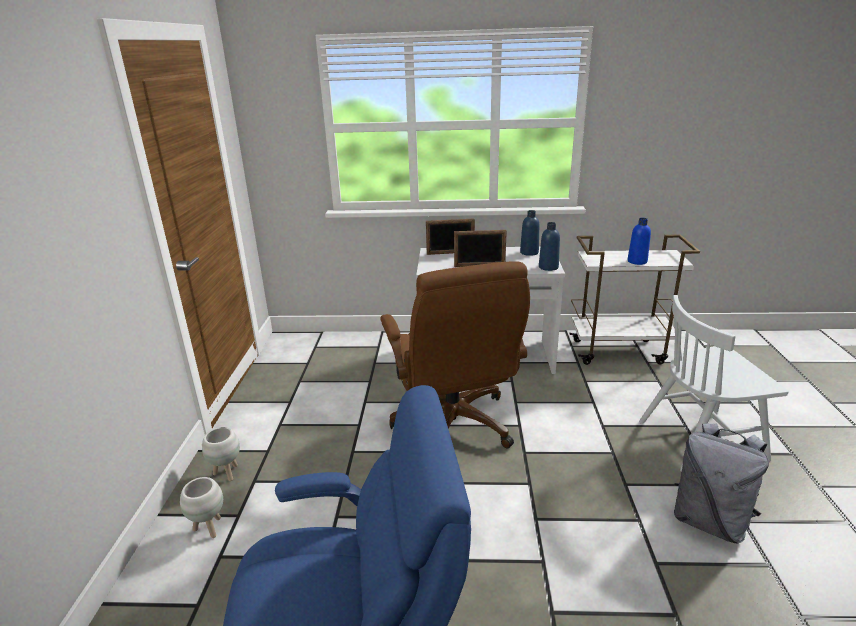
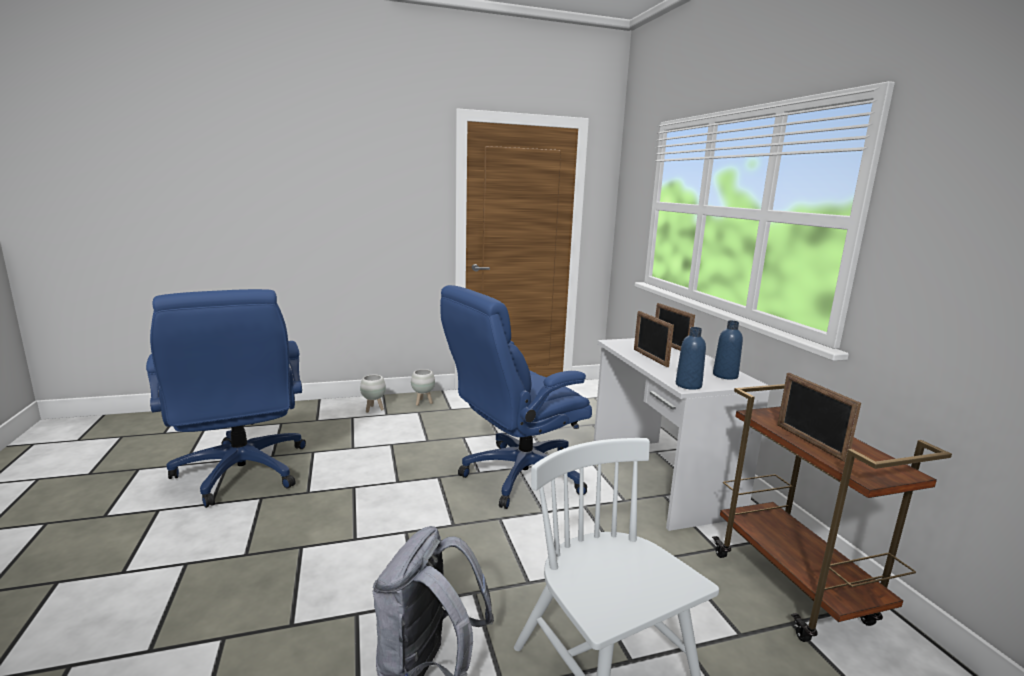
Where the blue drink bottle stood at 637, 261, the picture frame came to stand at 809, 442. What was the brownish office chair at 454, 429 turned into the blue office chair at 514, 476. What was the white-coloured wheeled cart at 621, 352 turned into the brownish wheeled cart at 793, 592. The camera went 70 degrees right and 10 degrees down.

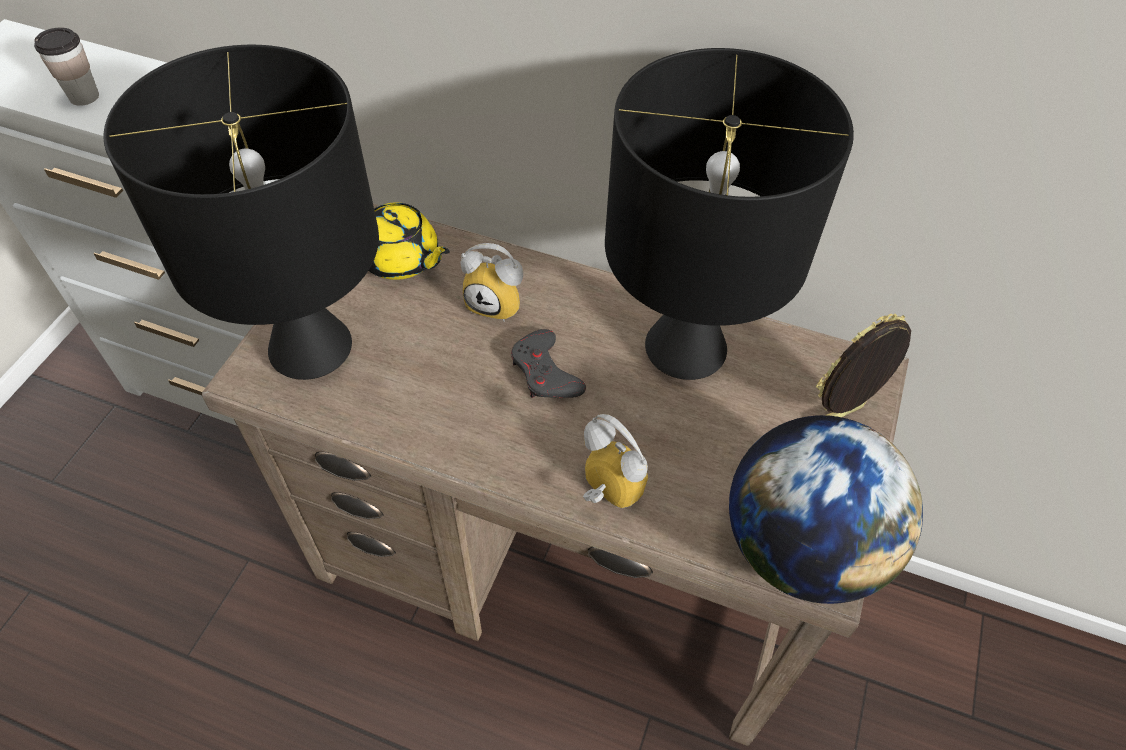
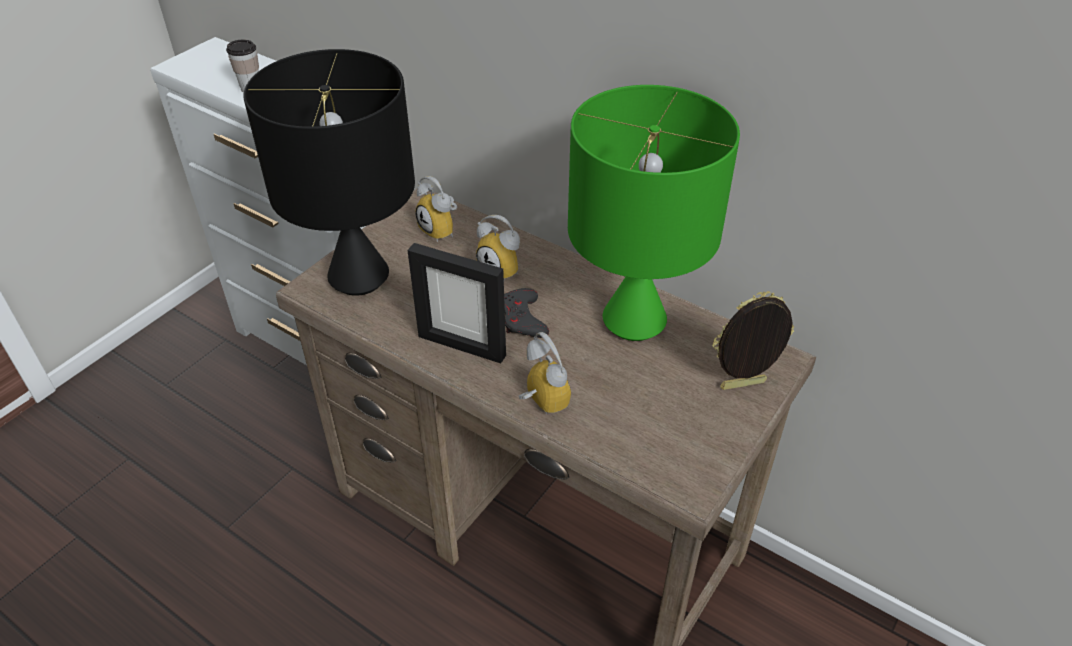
The second view lost the globe at 800, 547. The second view gained the picture frame at 462, 344. Where the yellow tea pot stood at 401, 260, the bedside clock came to stand at 442, 230. What was the black-coloured table lamp at 684, 353 turned into the green-coloured table lamp at 634, 323. The camera went 15 degrees right and 10 degrees down.

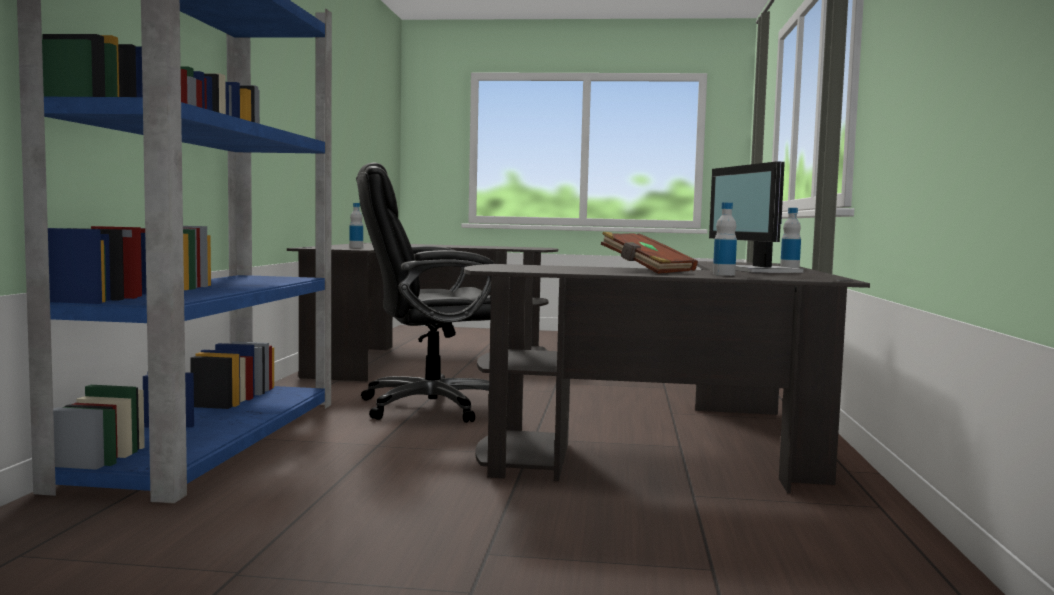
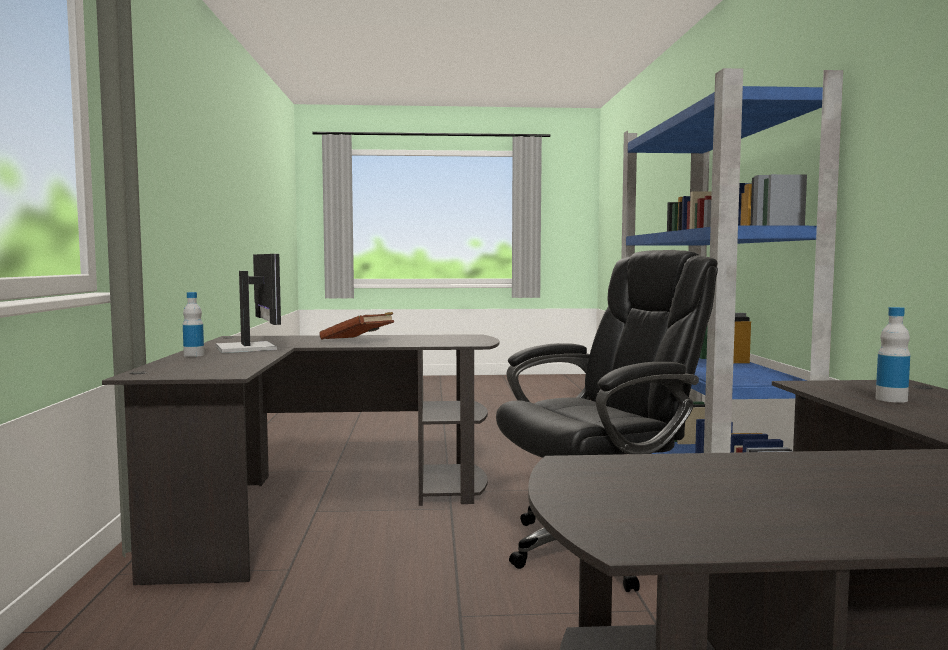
The second view lost the drink bottle at 724, 274. The camera went 170 degrees right and 0 degrees up.

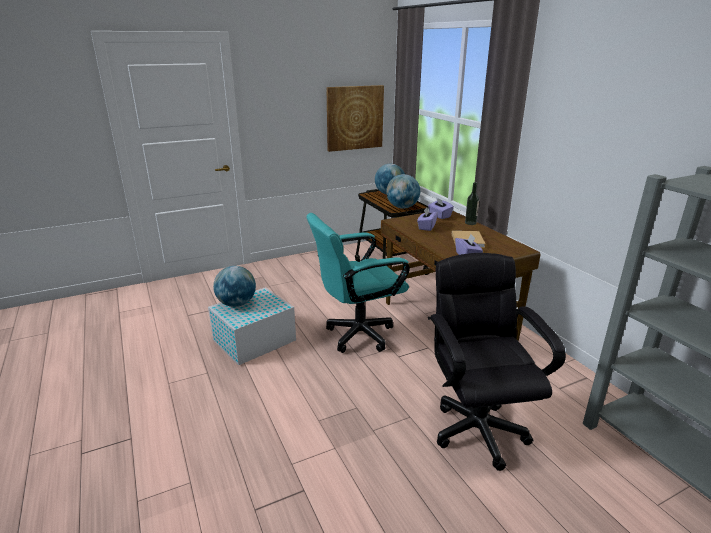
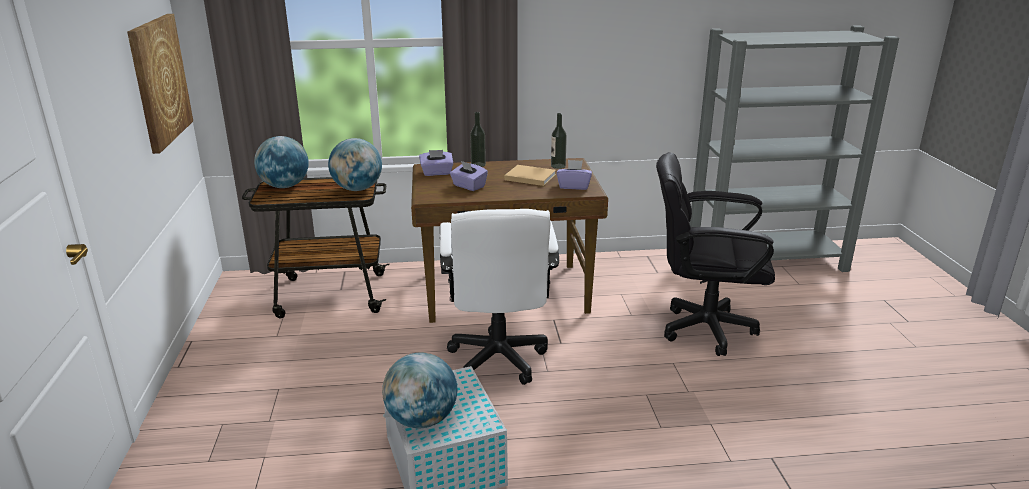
The second view gained the drink bottle at 558, 166. What was the blue-green office chair at 356, 337 turned into the white-coloured office chair at 499, 364. The camera went 70 degrees left and 0 degrees up.

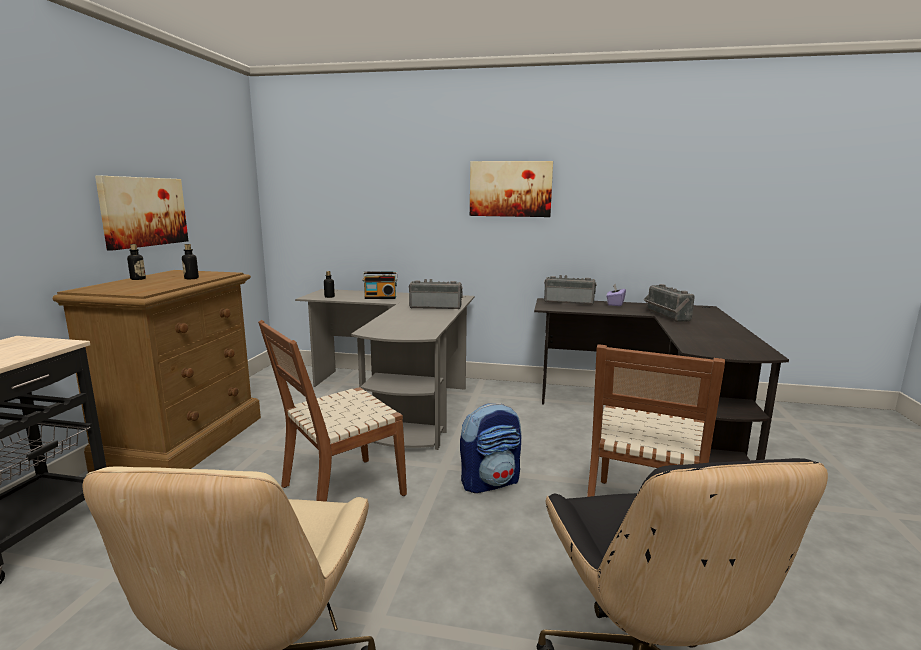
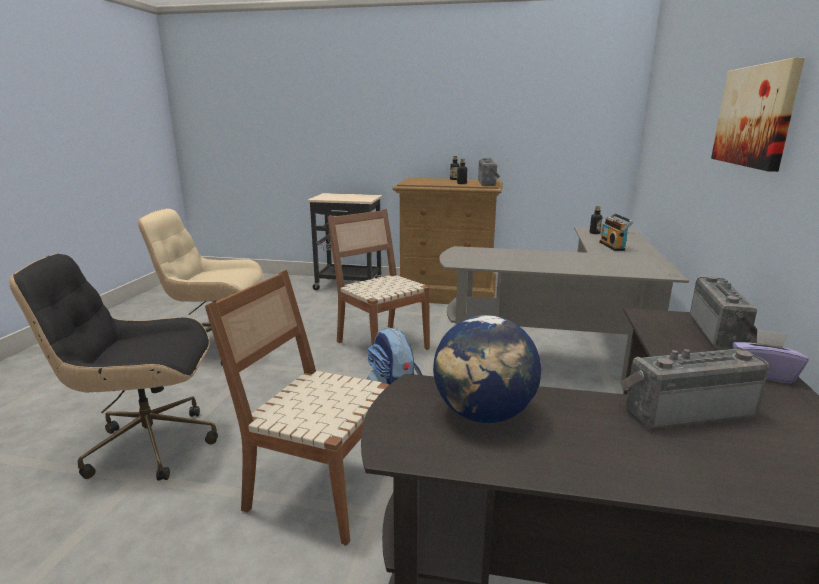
The second view lost the wall art at 144, 211. The second view gained the globe at 484, 414. The radio ended up elsewhere, having gone from 436, 307 to 489, 183. The camera went 90 degrees right and 5 degrees up.

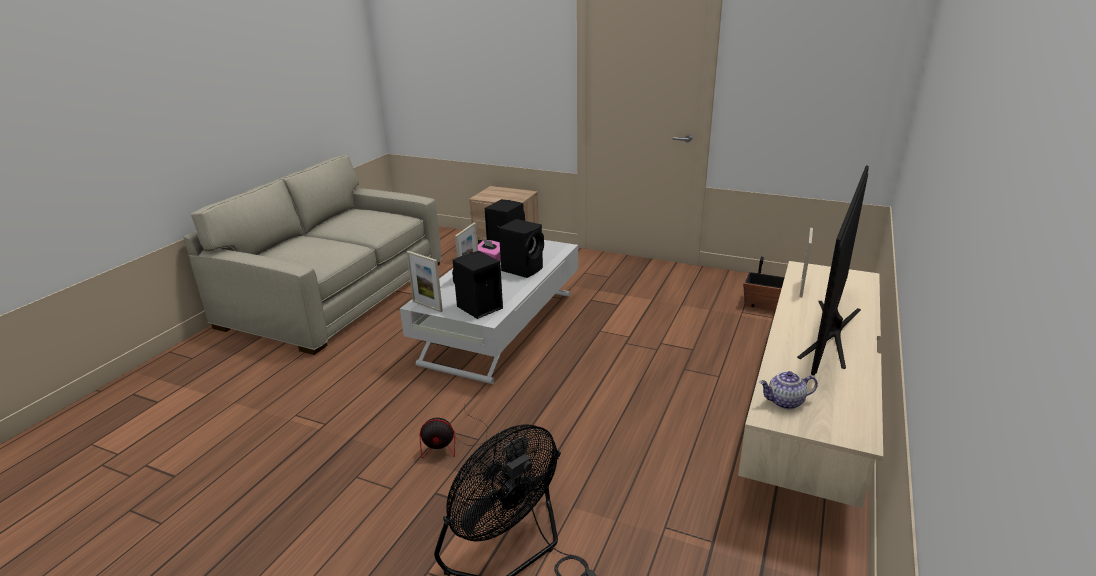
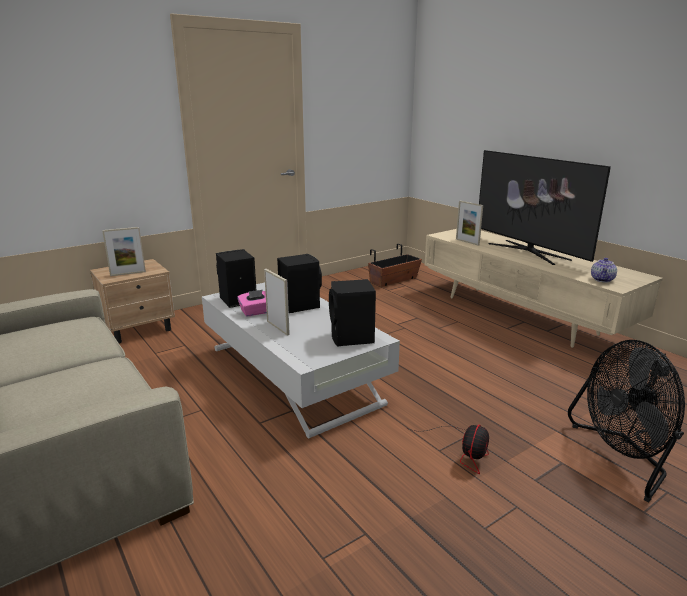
The picture frame ended up elsewhere, having gone from 427, 306 to 128, 273. The camera went 60 degrees left and 5 degrees down.

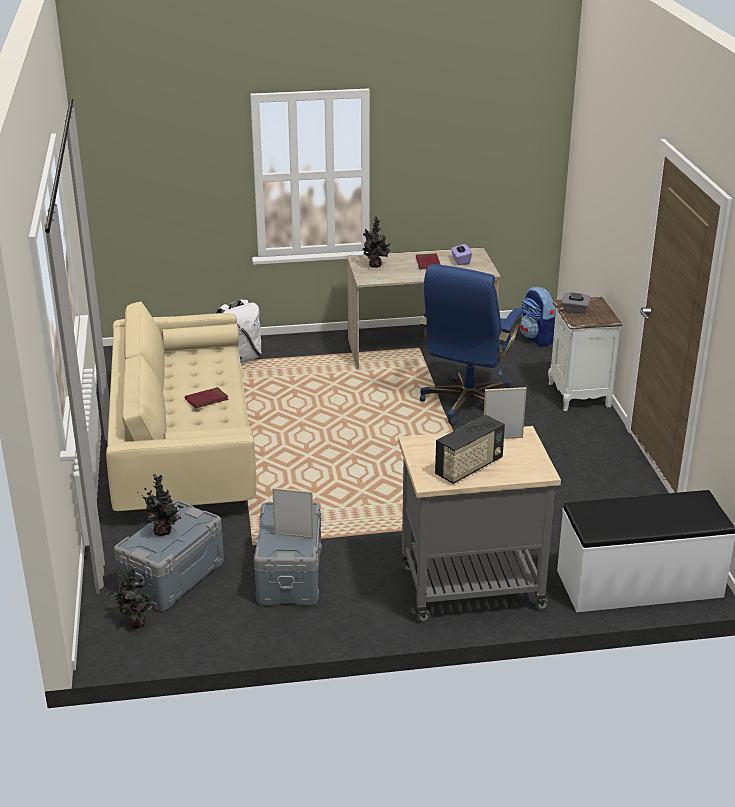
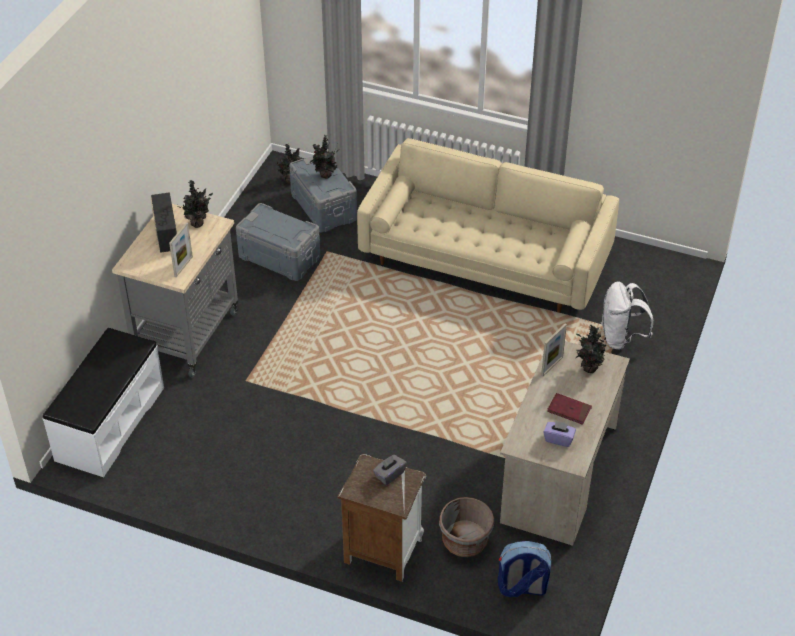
The second view lost the red-coloured book at 206, 400. The second view lost the blue office chair at 468, 402. The second view gained the plant in a pot at 198, 222. The second view gained the greyish flower pot at 465, 541. The picture frame ended up elsewhere, having gone from 294, 535 to 552, 366. The camera went 120 degrees right and 15 degrees up.

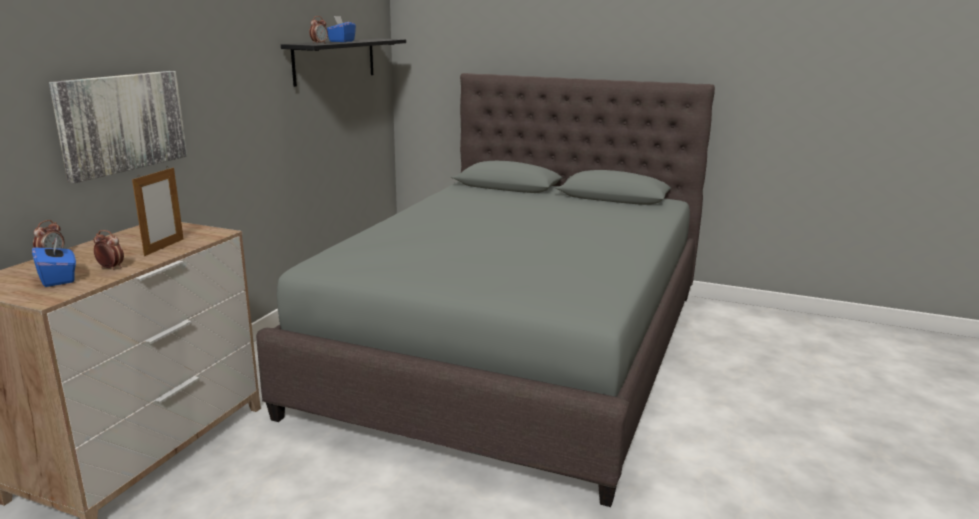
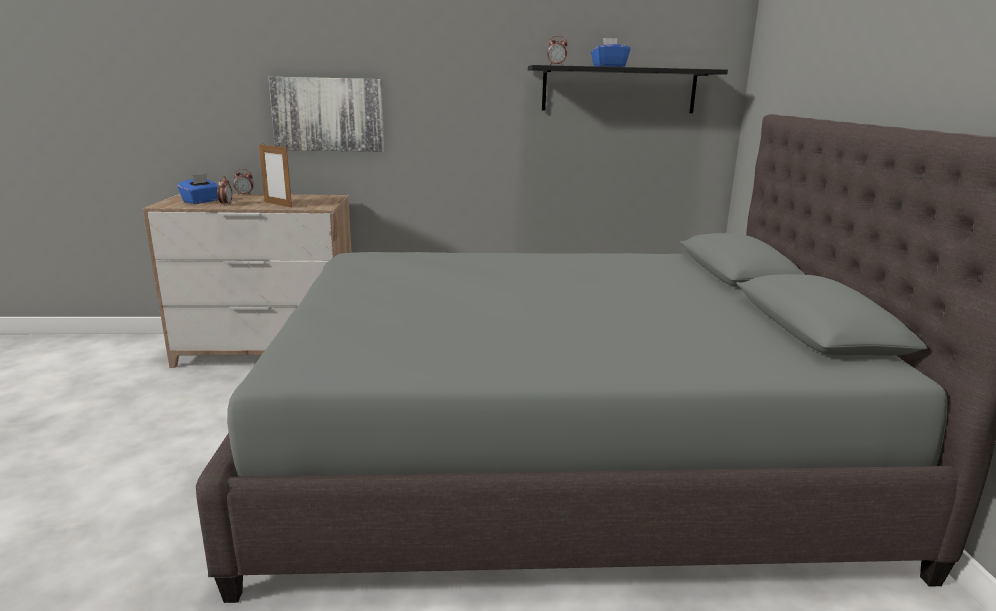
The picture frame at 164, 247 ended up facing another way, 45 degrees clockwise from before. The camera went 65 degrees right and 0 degrees up.

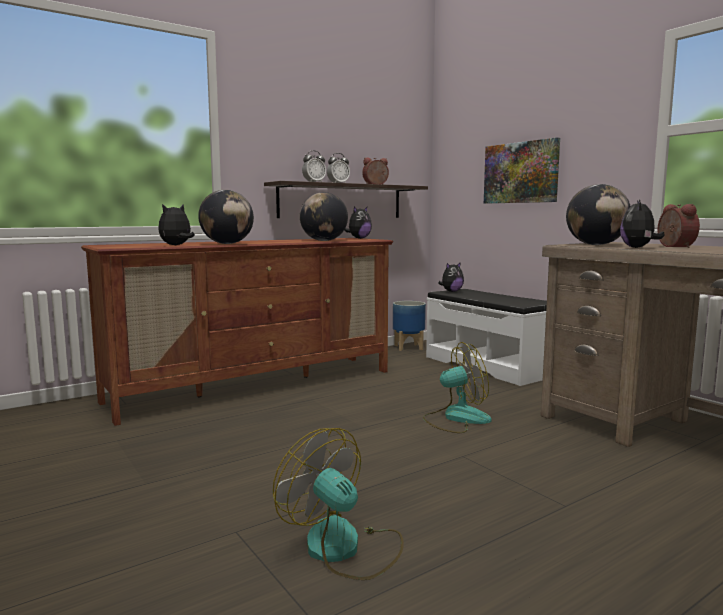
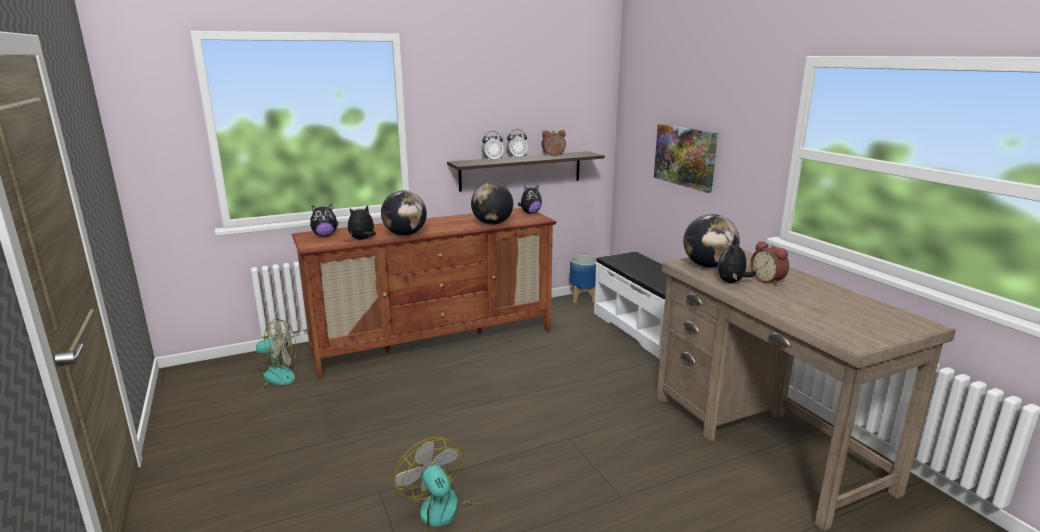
The electric fan ended up elsewhere, having gone from 456, 418 to 271, 377. The cuddly toy ended up elsewhere, having gone from 451, 291 to 325, 235. The bedside clock at 673, 247 ended up facing another way, 150 degrees clockwise from before. The camera went 10 degrees right and 10 degrees up.

